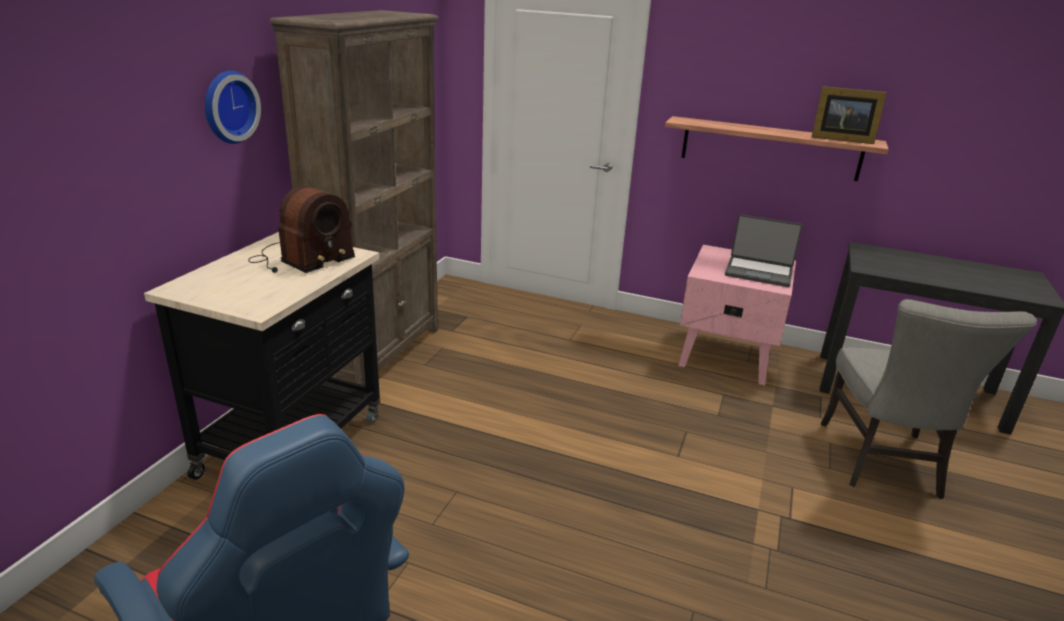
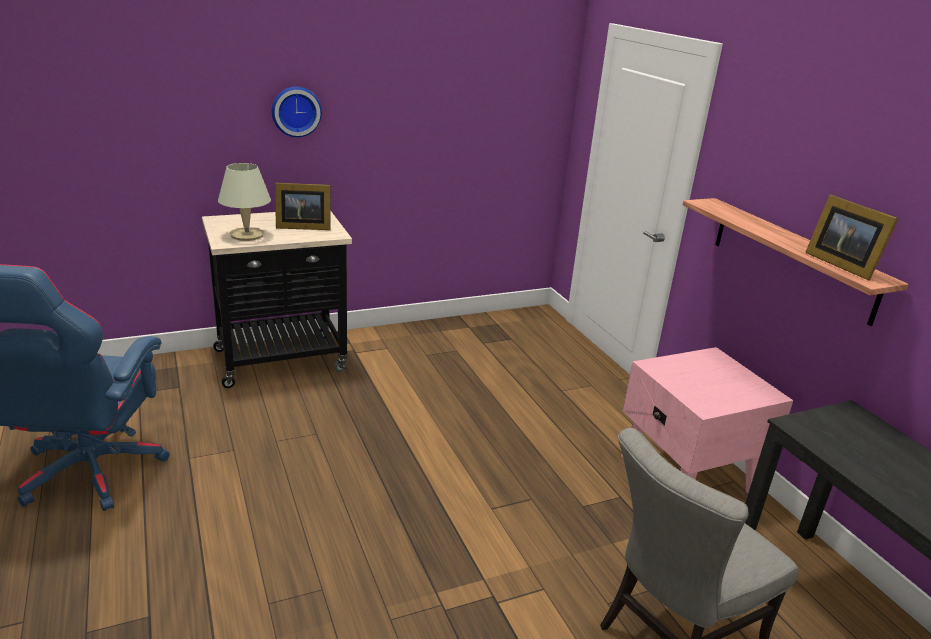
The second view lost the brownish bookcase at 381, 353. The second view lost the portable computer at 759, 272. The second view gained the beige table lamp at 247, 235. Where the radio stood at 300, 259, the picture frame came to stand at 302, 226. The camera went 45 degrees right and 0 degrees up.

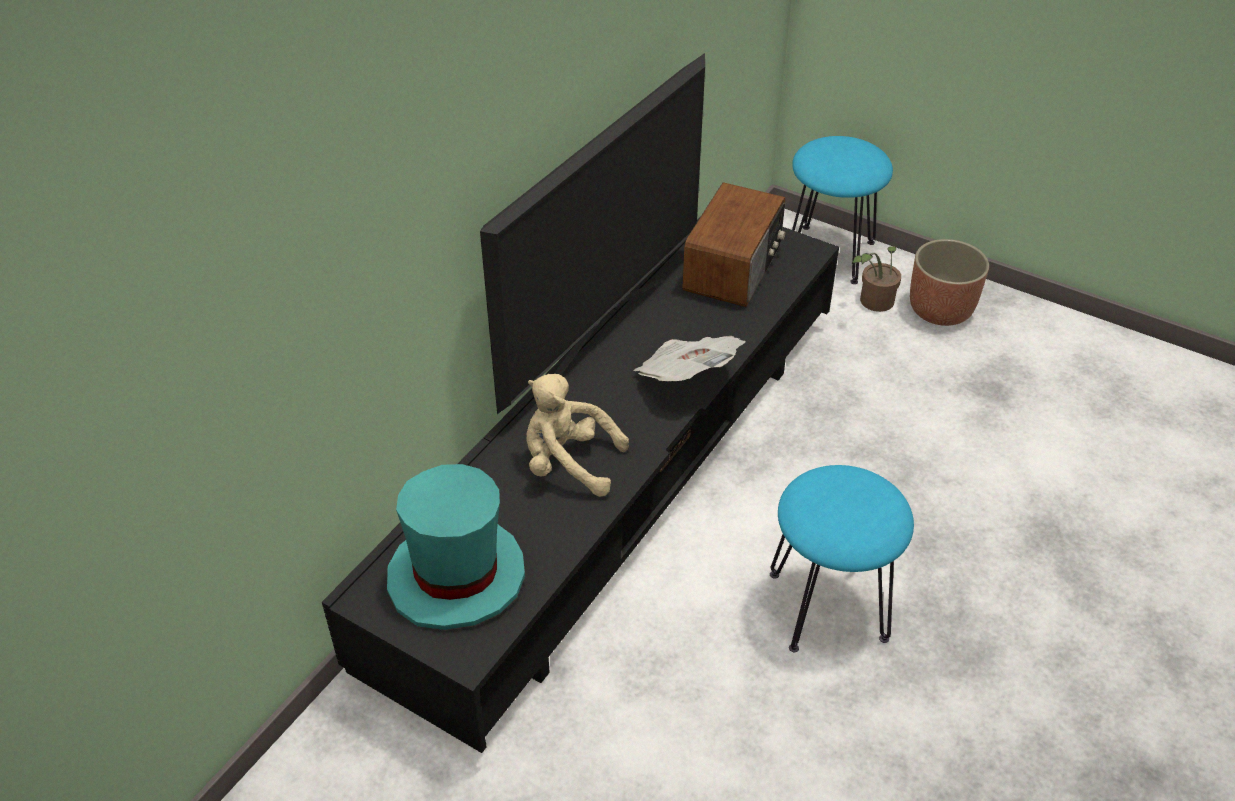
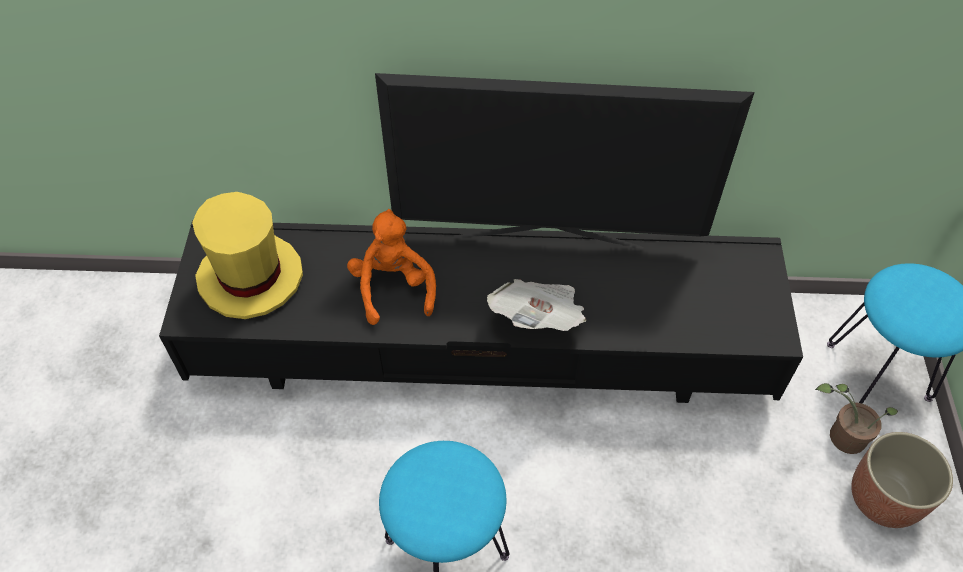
The second view lost the radio at 734, 268. What was the blue-green hat at 457, 576 turned into the yellow hat at 250, 278. What was the beige cuddly toy at 568, 463 turned into the orange cuddly toy at 393, 287. The camera went 60 degrees right and 10 degrees up.

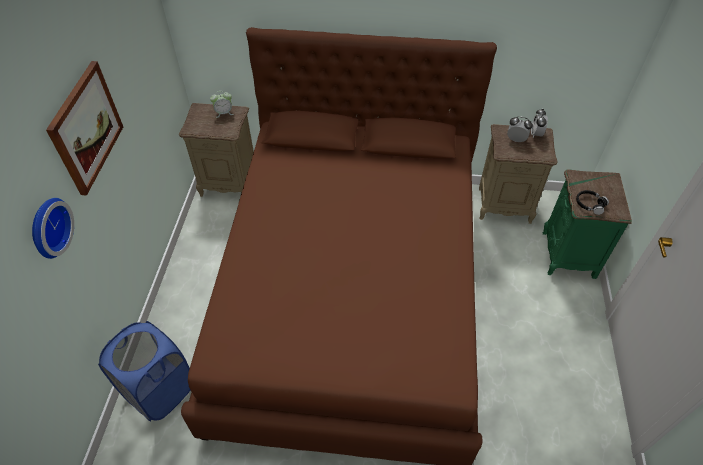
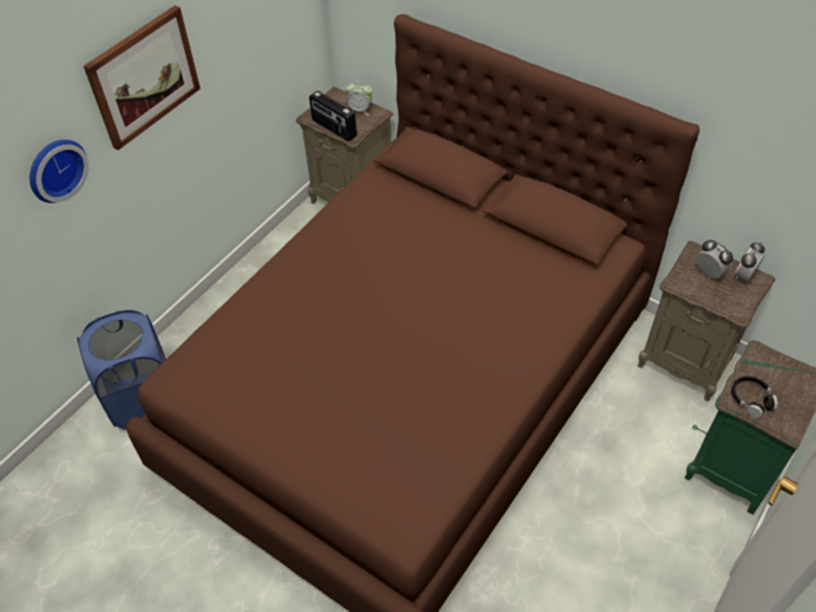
The second view gained the radio at 333, 128. The camera went 30 degrees right and 0 degrees up.

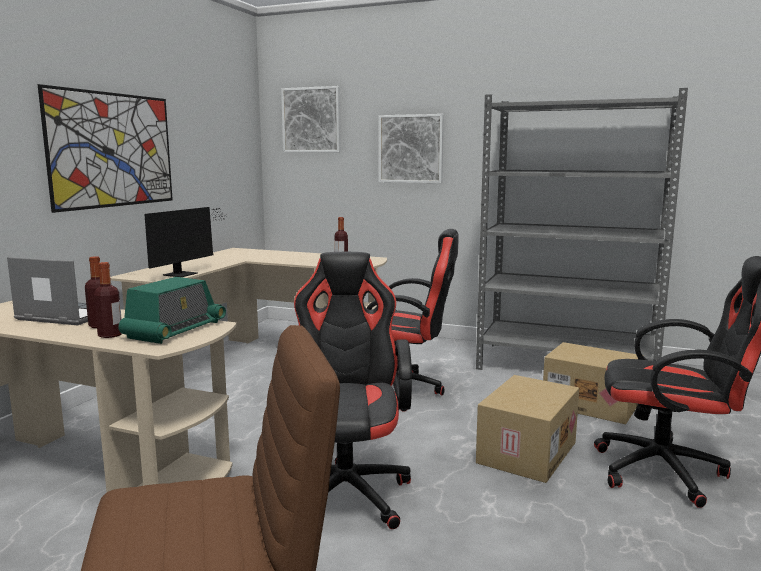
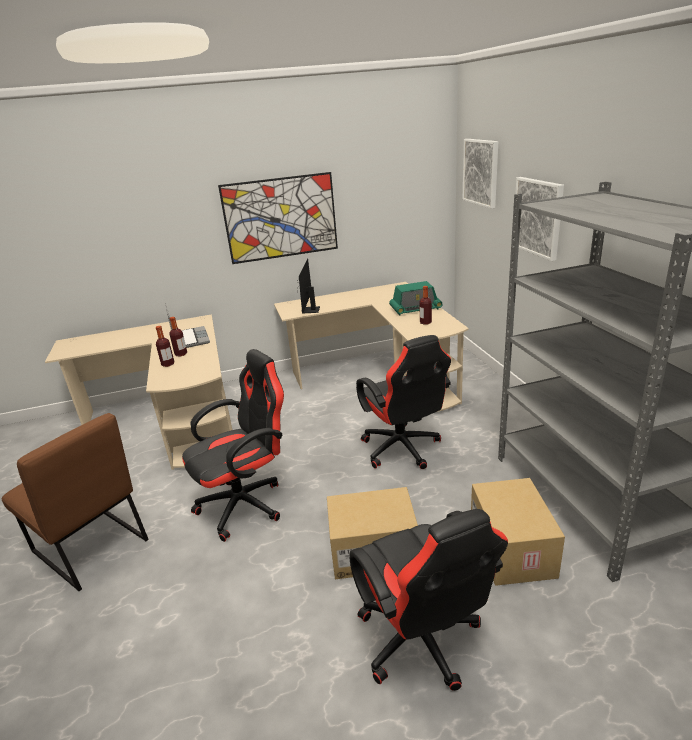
The radio ended up elsewhere, having gone from 175, 330 to 415, 309. The computer screen at 184, 273 ended up facing another way, 105 degrees clockwise from before. The camera went 55 degrees right and 15 degrees up.

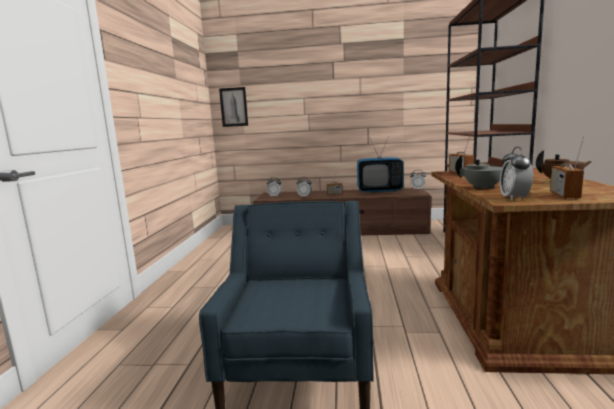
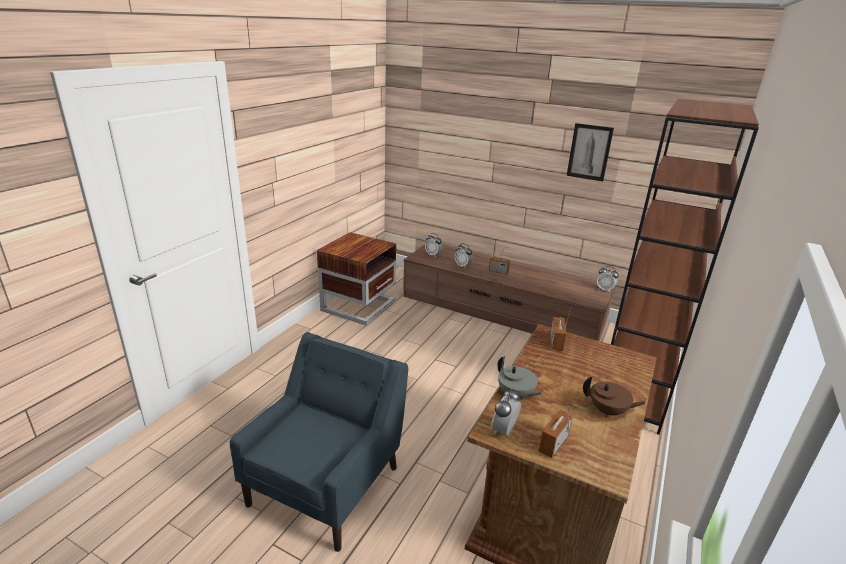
The second view lost the TV at 379, 191. The second view gained the night table at 358, 306. The wall art ended up elsewhere, having gone from 234, 107 to 589, 152. The camera went 20 degrees right and 15 degrees up.

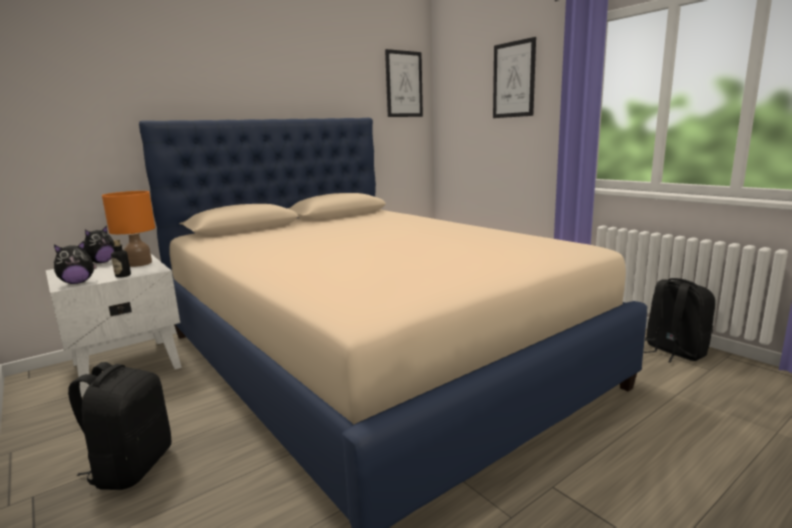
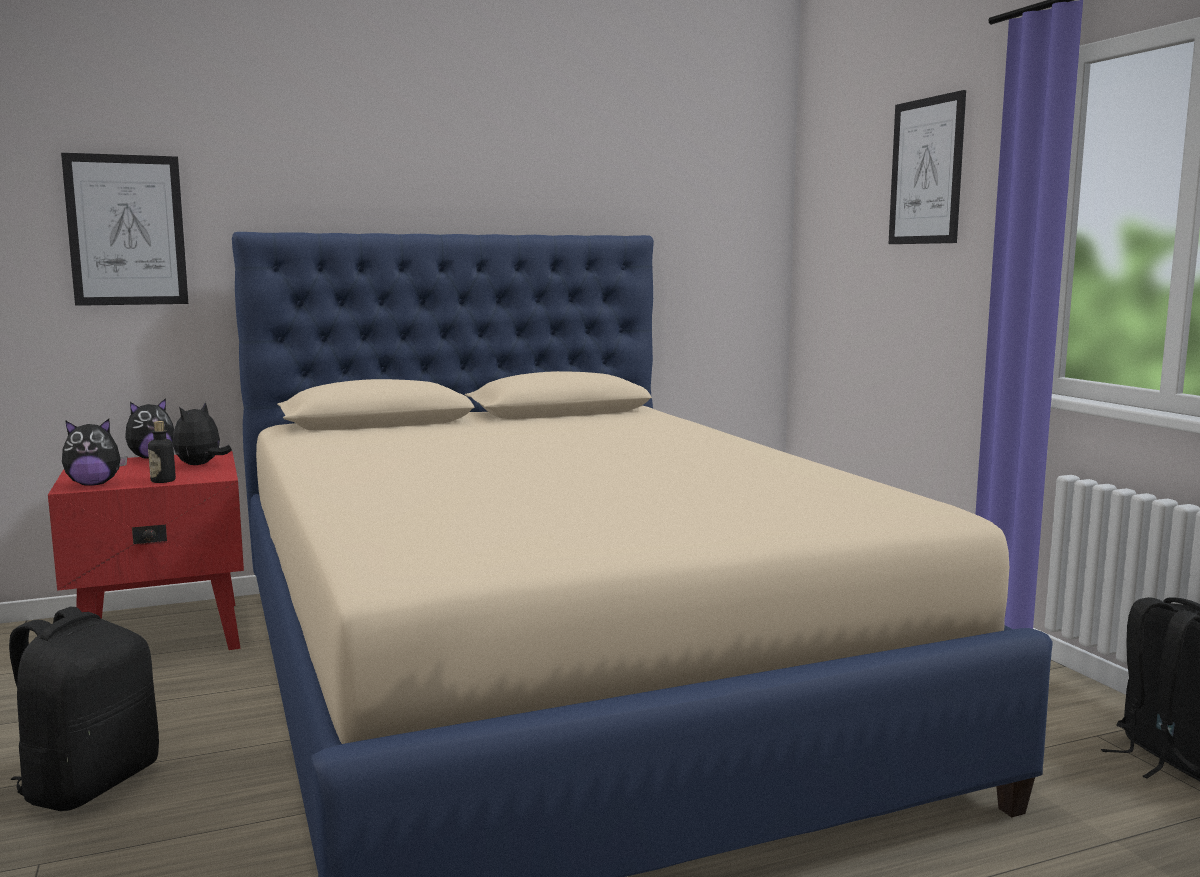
The wall art ended up elsewhere, having gone from 404, 84 to 127, 230. Where the orange table lamp stood at 138, 264, the cuddly toy came to stand at 200, 465. What was the white-coloured night table at 128, 365 turned into the red-coloured night table at 165, 633. The camera went 15 degrees right and 5 degrees down.

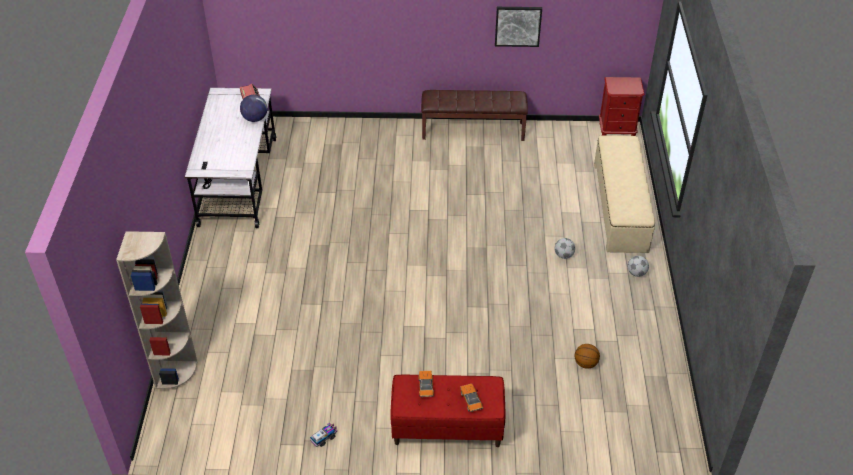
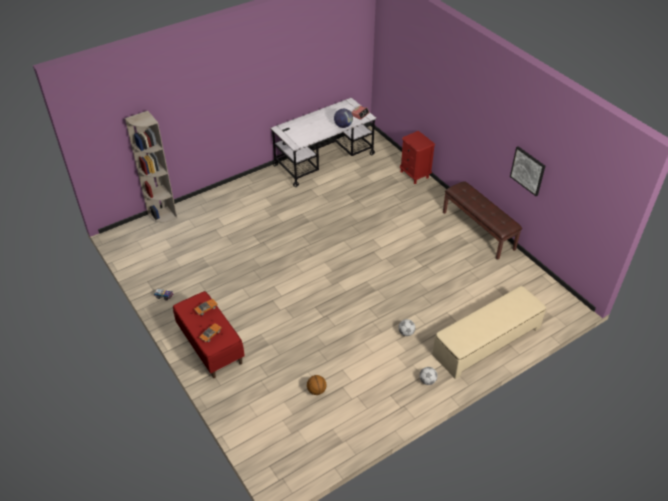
The red-coloured night table ended up elsewhere, having gone from 617, 131 to 414, 174. The camera went 55 degrees right and 0 degrees up.

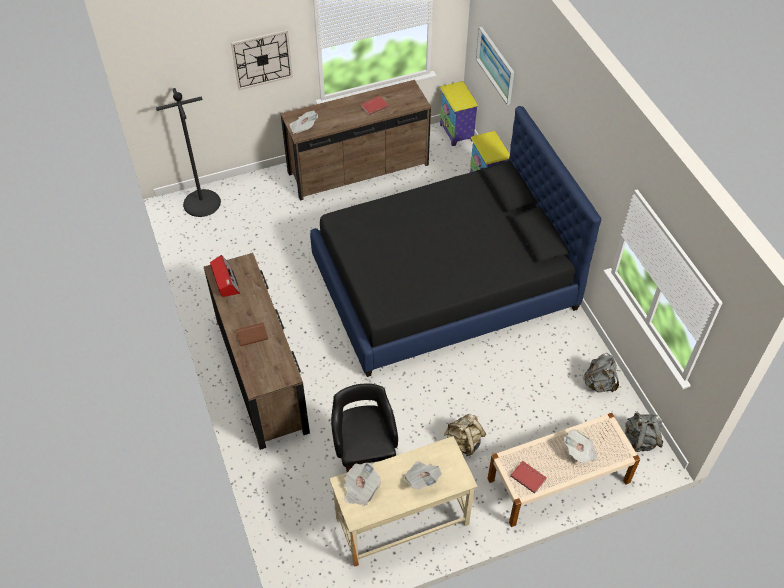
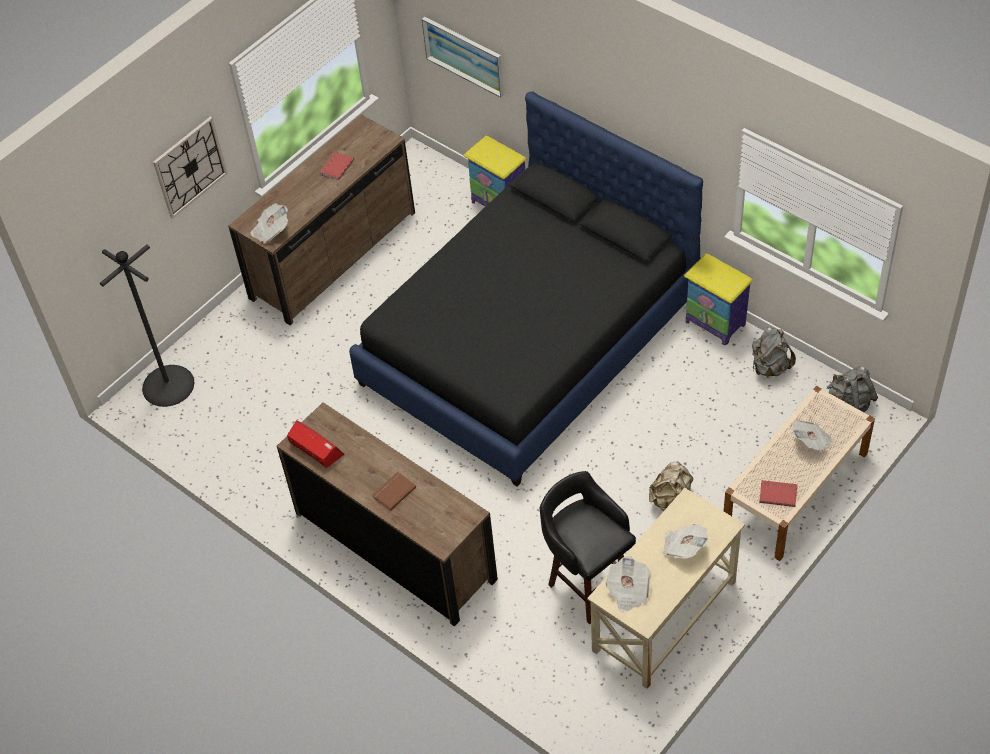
The night table ended up elsewhere, having gone from 456, 133 to 715, 325. The camera went 25 degrees left and 0 degrees up.

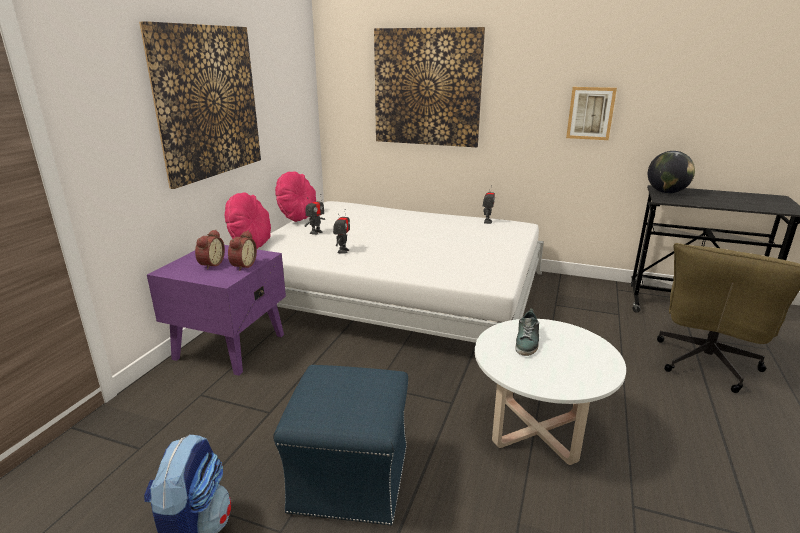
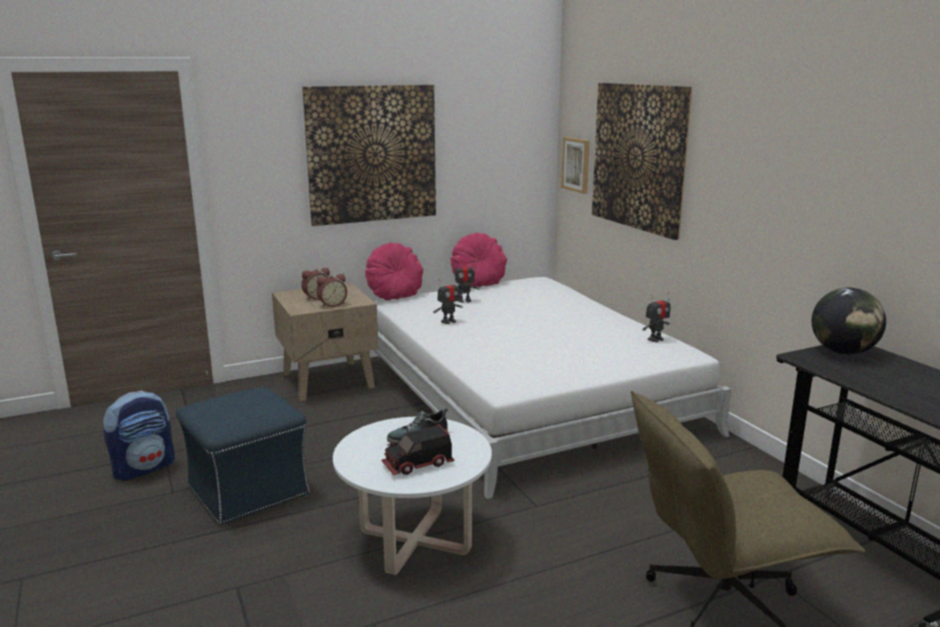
The second view gained the toy truck at 418, 465. The wall art ended up elsewhere, having gone from 590, 113 to 576, 164. What was the purple night table at 231, 346 turned into the beige night table at 329, 380. The camera went 45 degrees right and 5 degrees down.

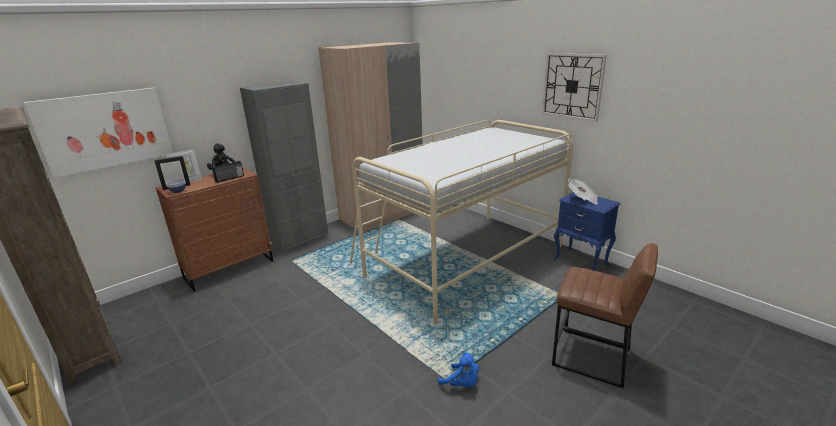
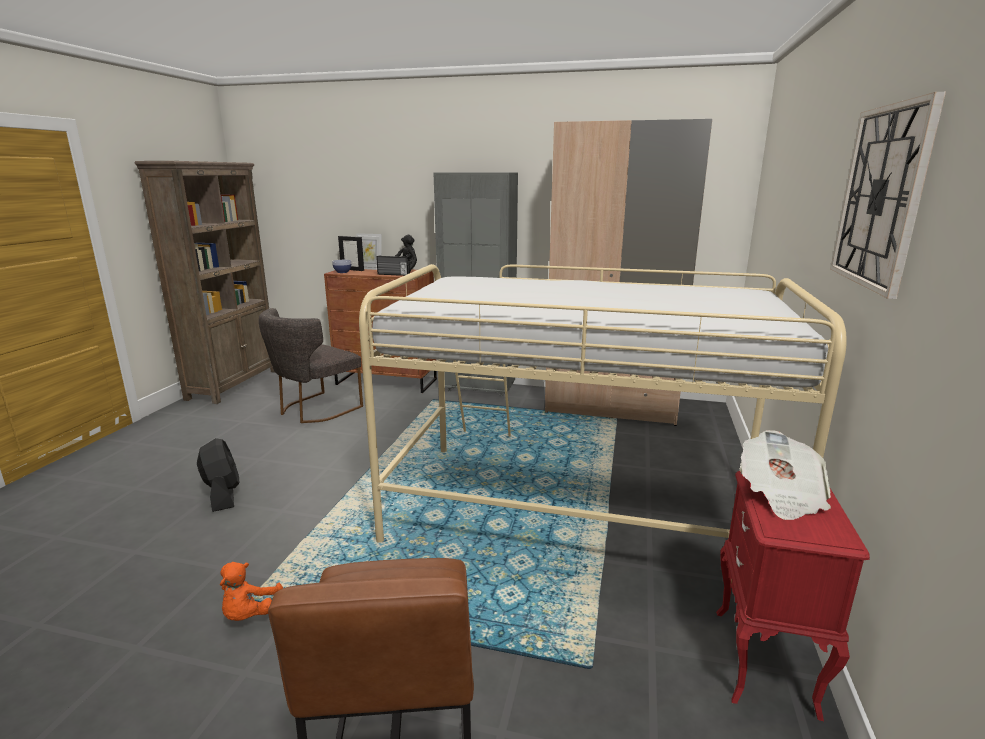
The second view lost the wall art at 105, 130. The second view gained the black-coloured electric fan at 223, 495. The second view gained the greyish chair at 314, 410. What was the blue cuddly toy at 462, 384 turned into the orange cuddly toy at 250, 614. What was the blue night table at 581, 262 turned into the red-coloured night table at 764, 661. The camera went 55 degrees right and 5 degrees down.

